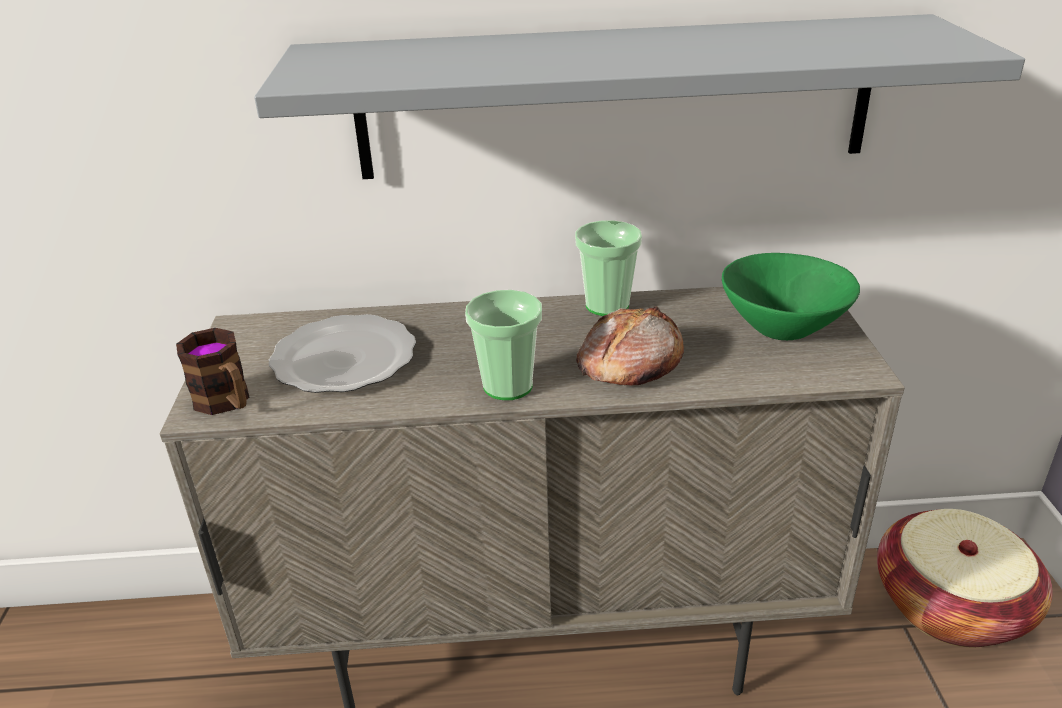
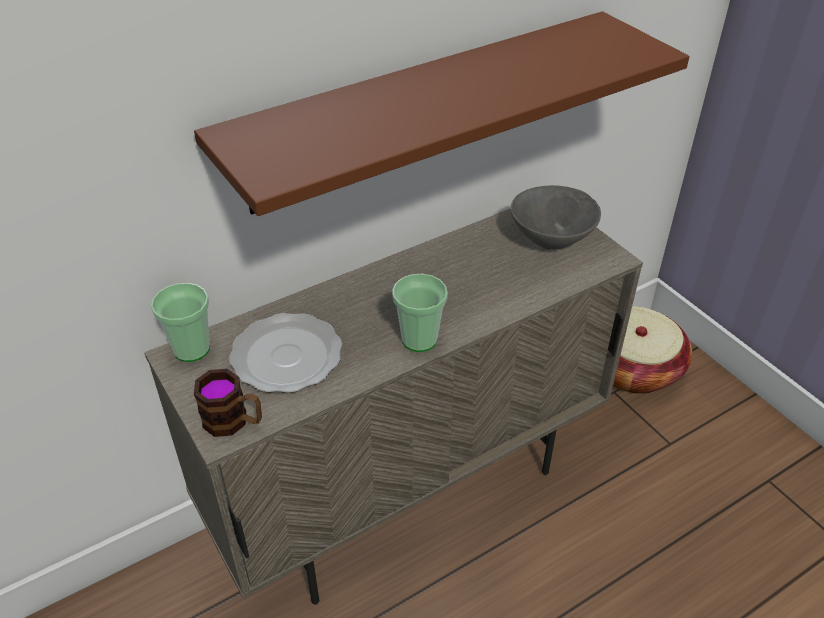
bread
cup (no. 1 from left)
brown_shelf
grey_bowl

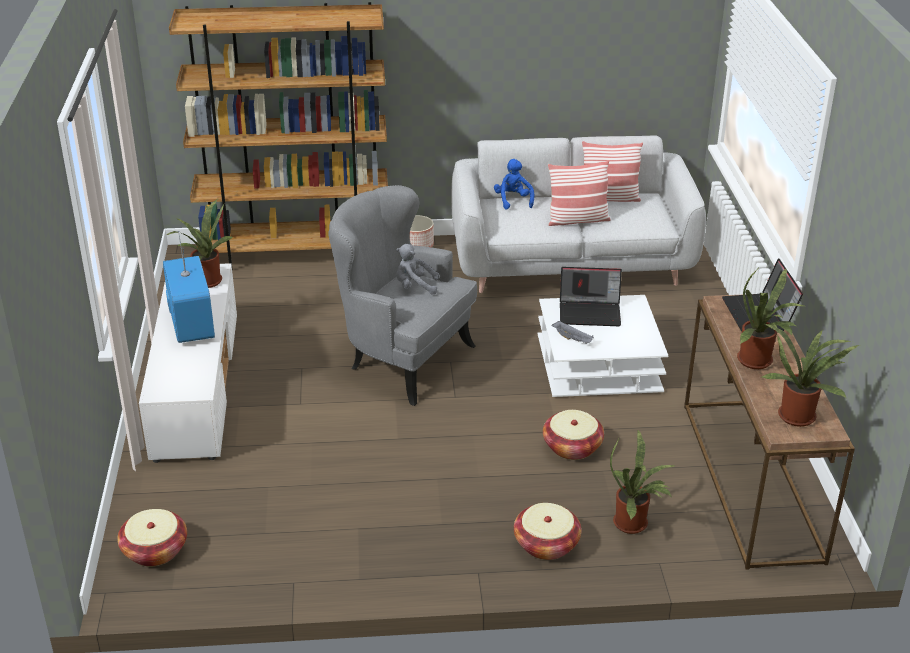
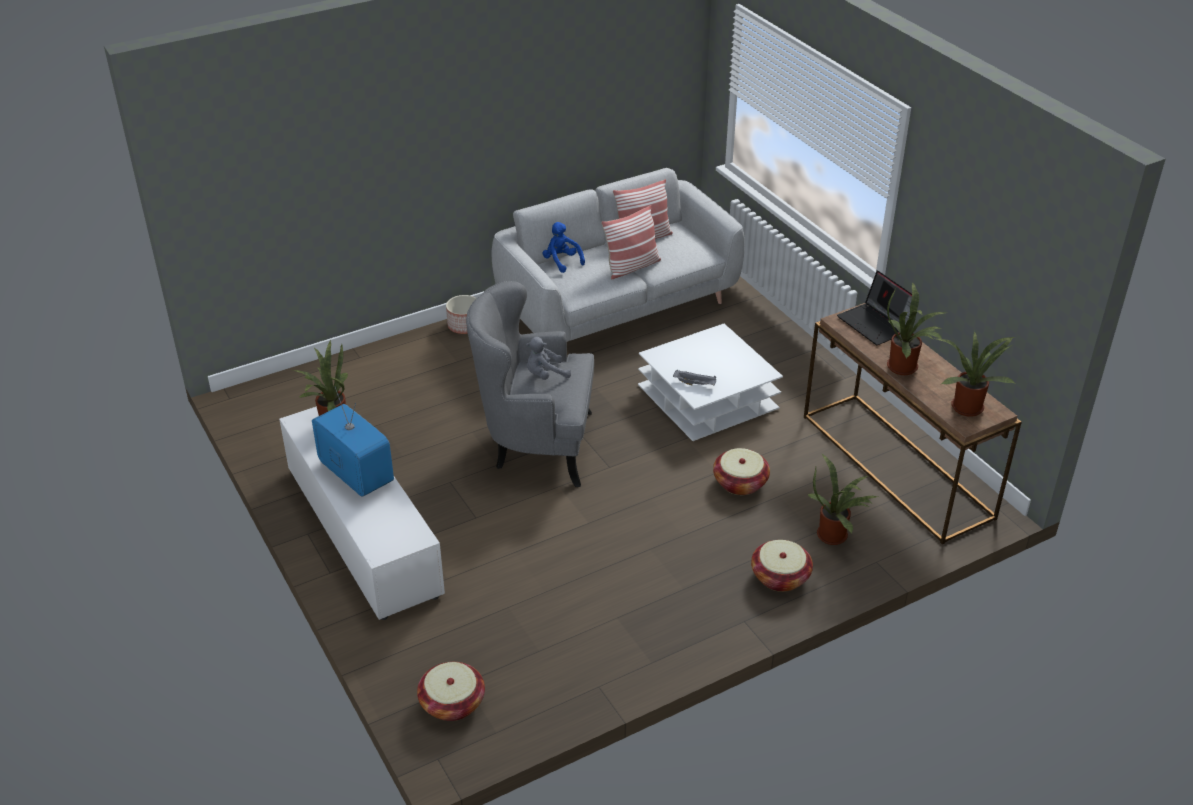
brown_bookcase
laptop (no. 1 from left in the first image)

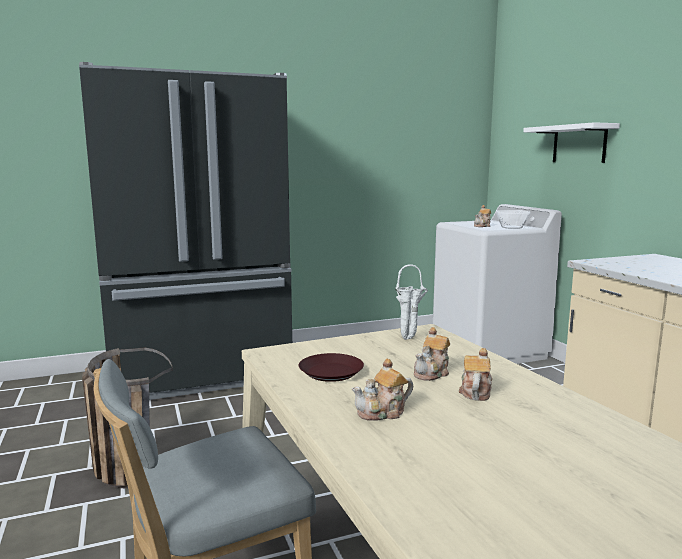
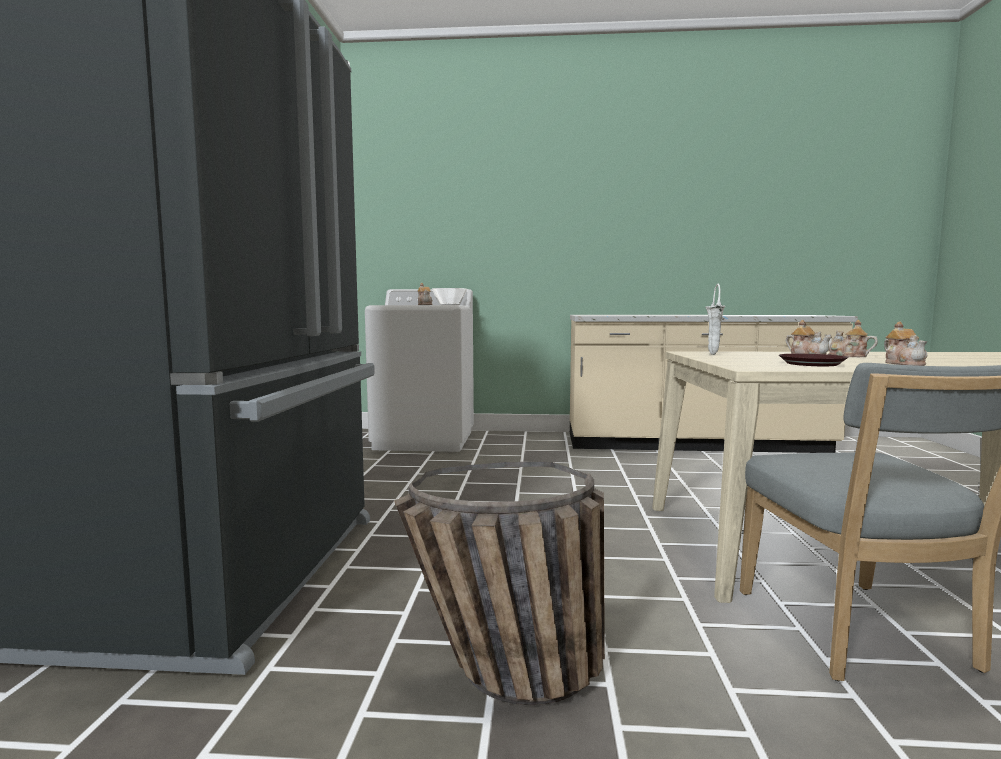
white_shelf

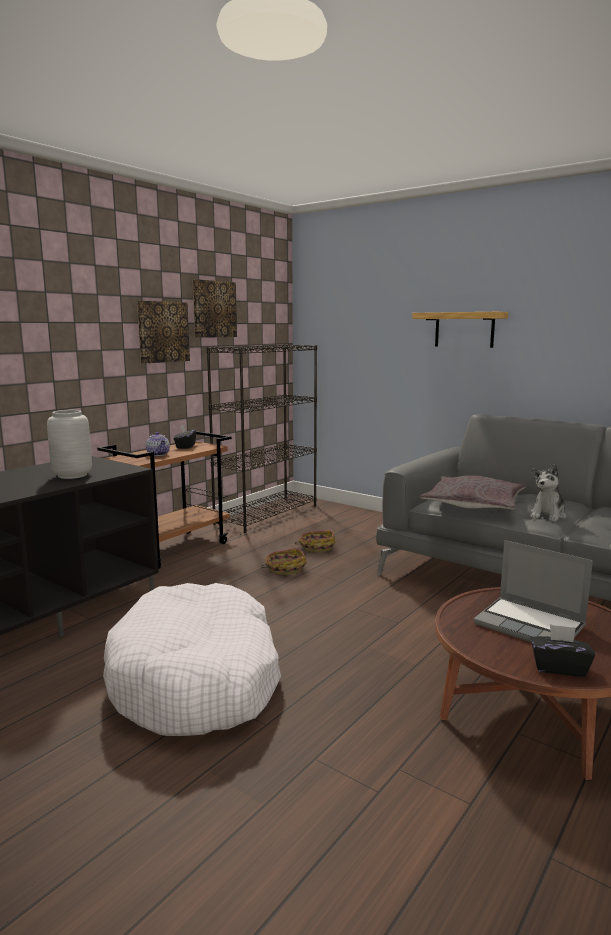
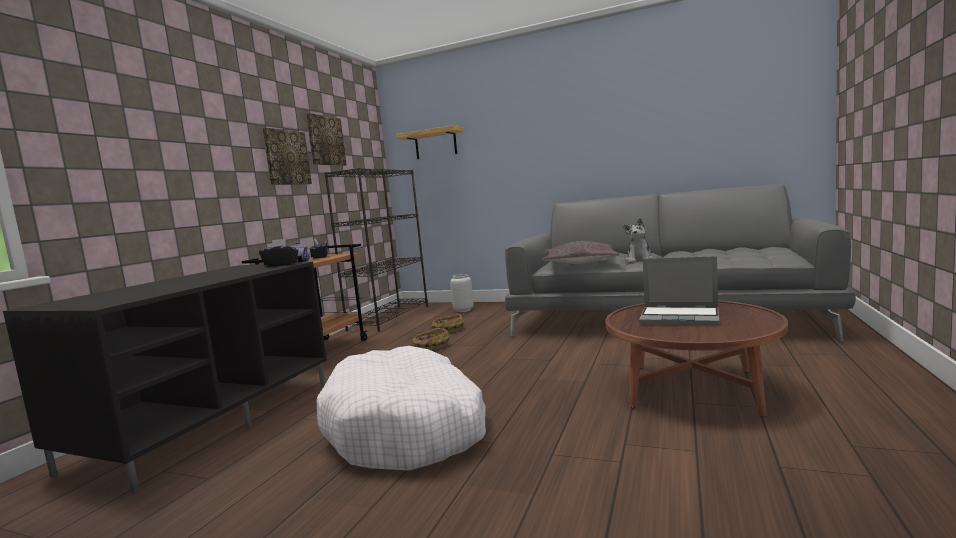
grey_vase
shelf
black_tissue_box (no. 1 from left)

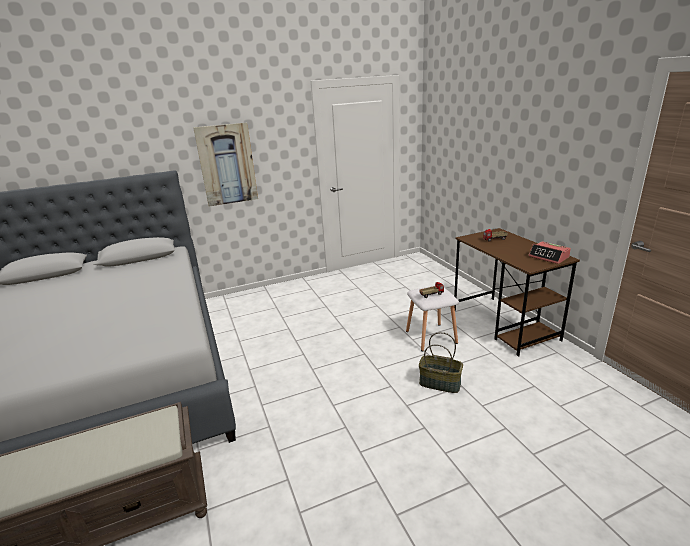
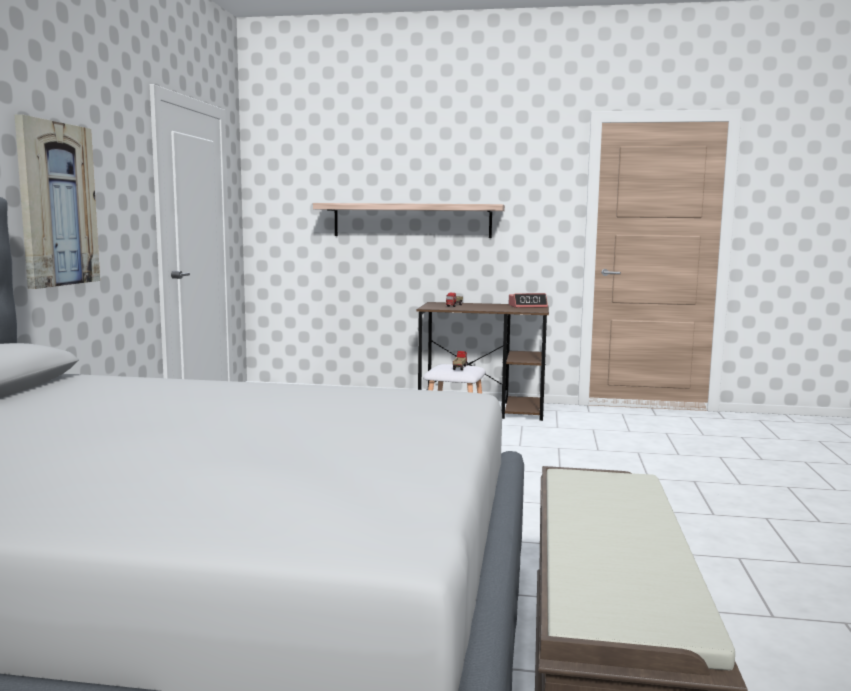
basket
shelf

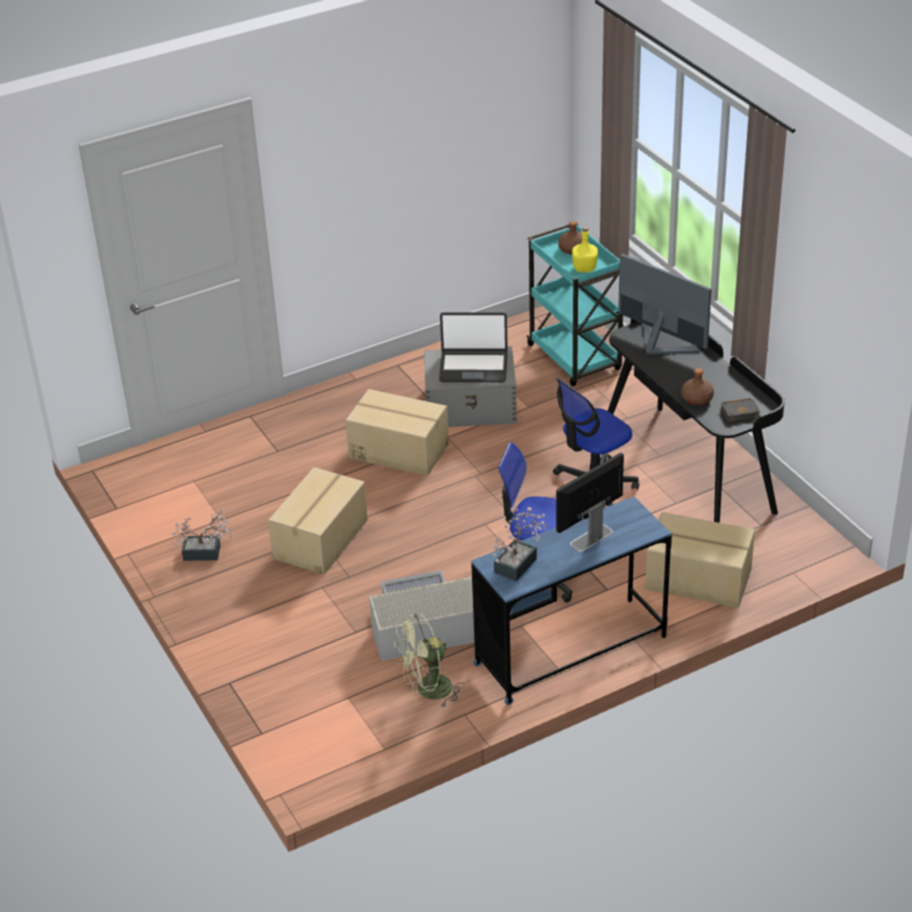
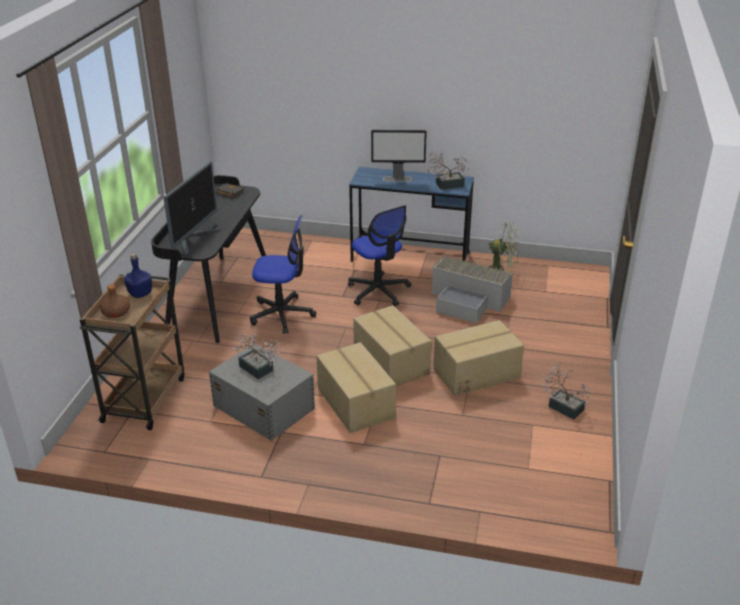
brown_bottle (no. 2 from left in the first image)
cardboard_box (no. 2 from left)
potted_plant (no. 1 from left)
brown_cart
blue_bottle
monitor (no. 1 from left)

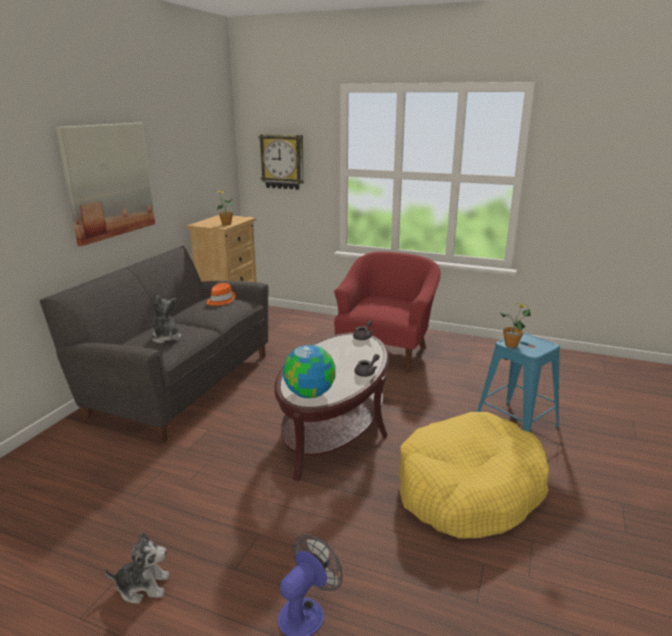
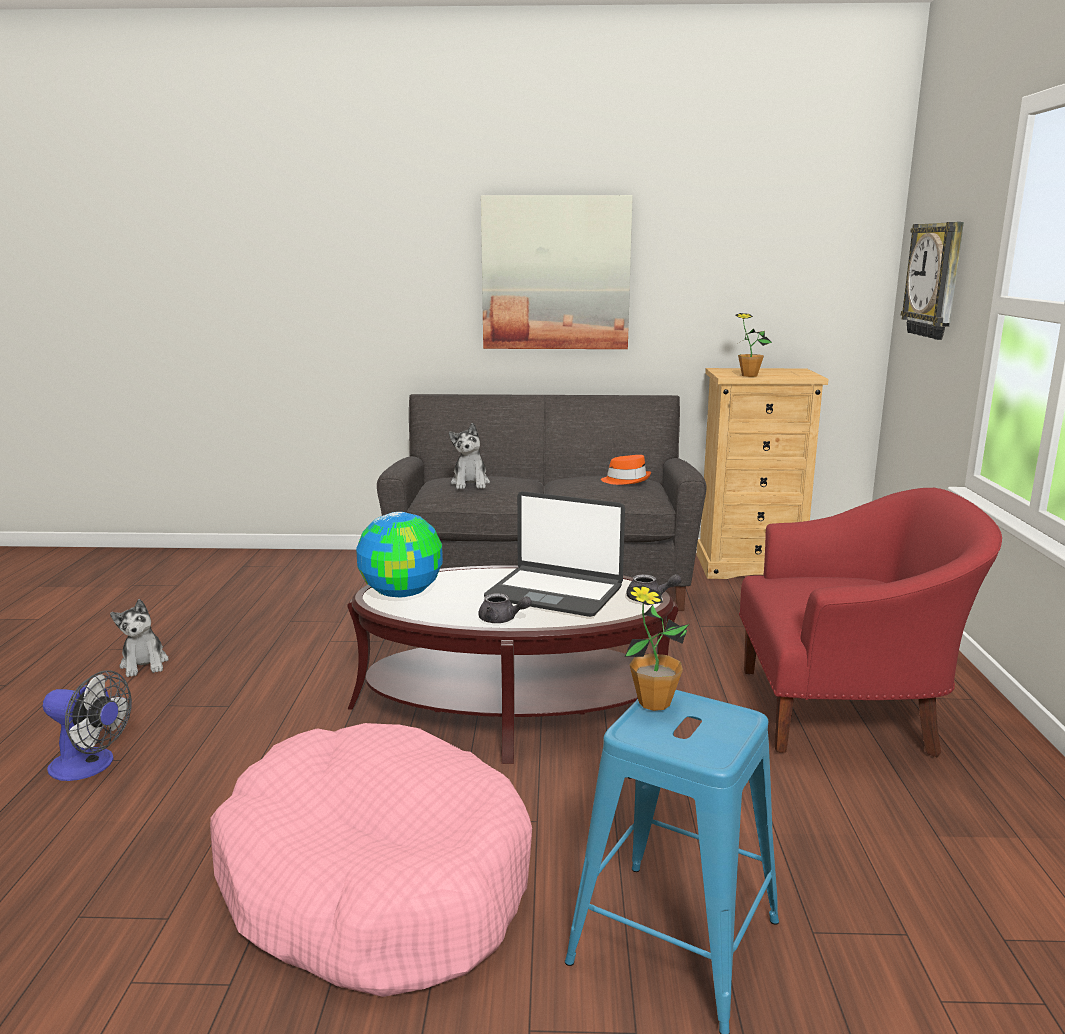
laptop
pink_dog_bed
plush_toy (no. 2 from left)

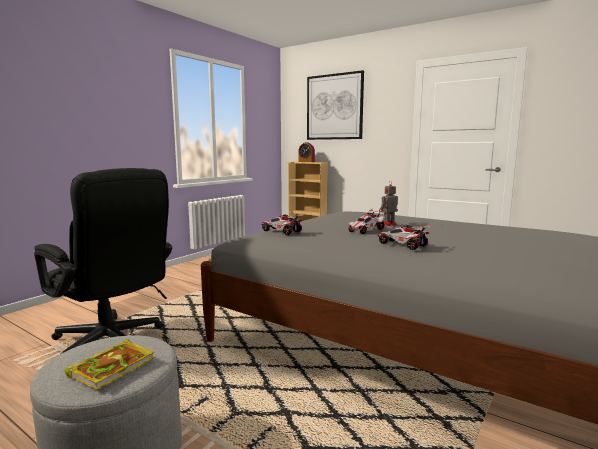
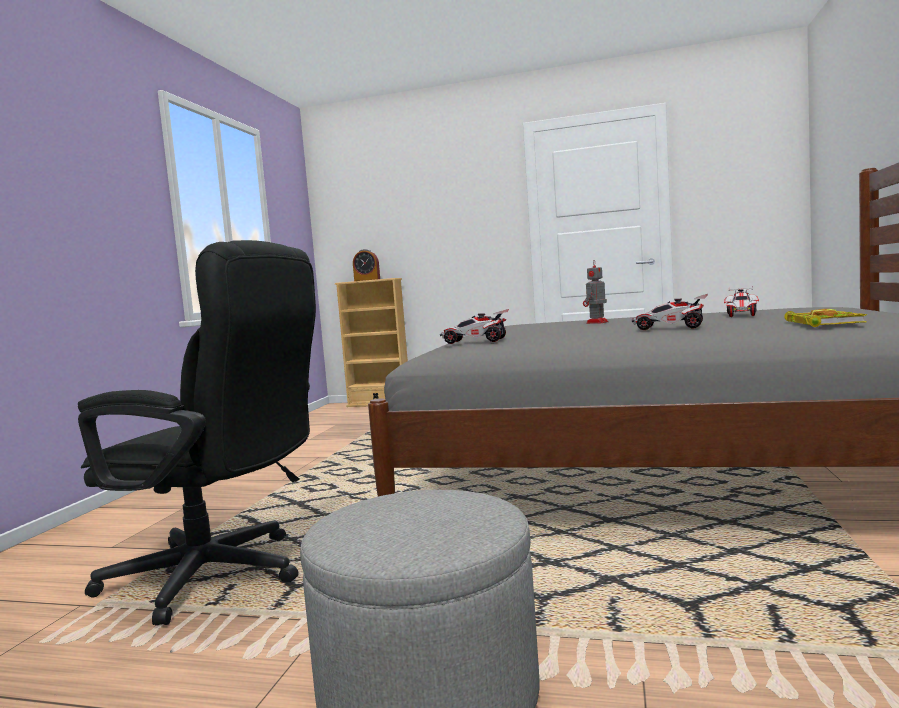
picture
book
toy_car (no. 3 from left)

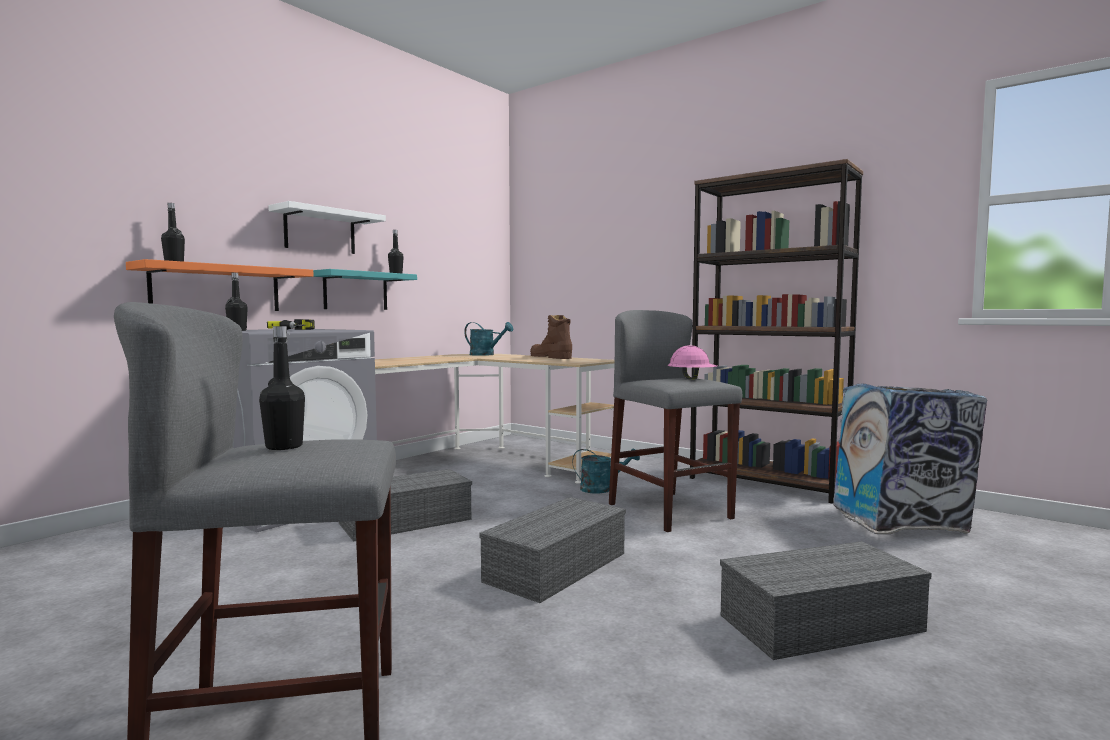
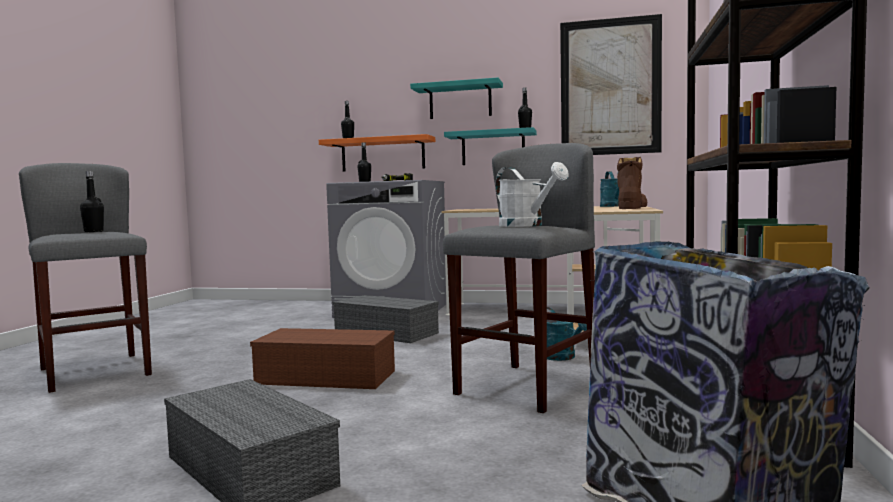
picture
white_watering_can
turquoise_shelf (no. 1 from left)
brown_storage_box

